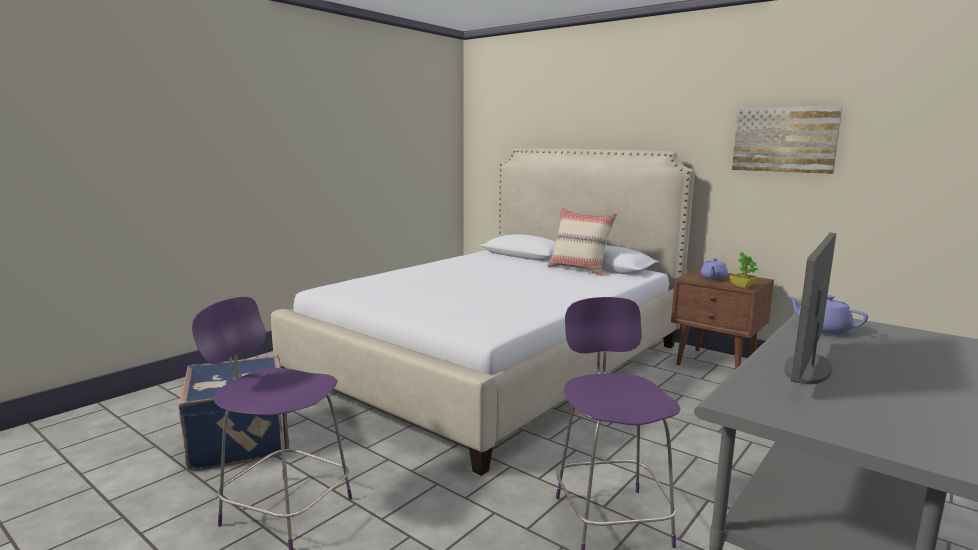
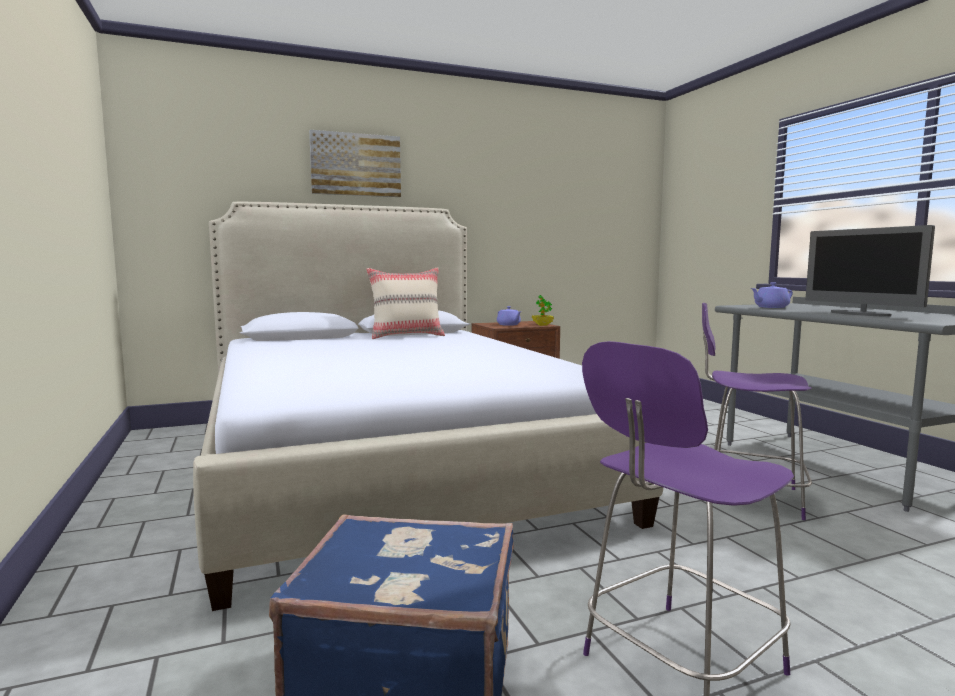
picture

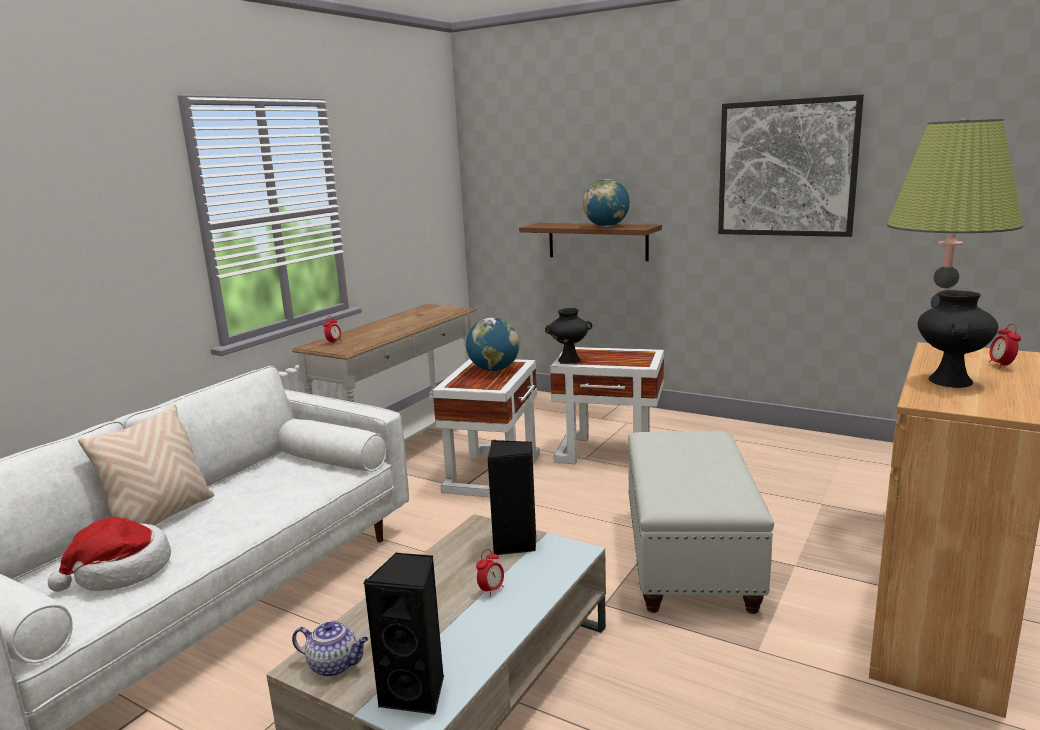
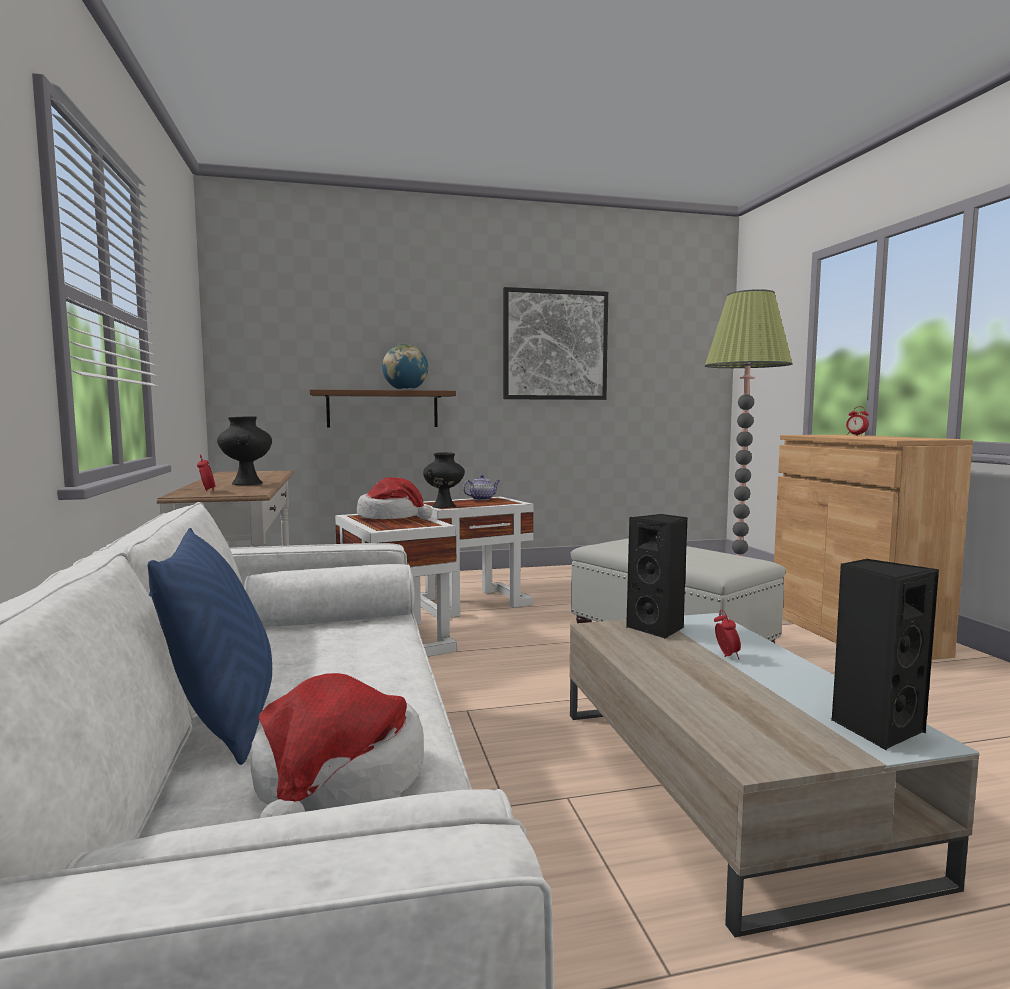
teapot
black_vase (no. 1 from left)
hat (no. 2 from left)
blue_pillow

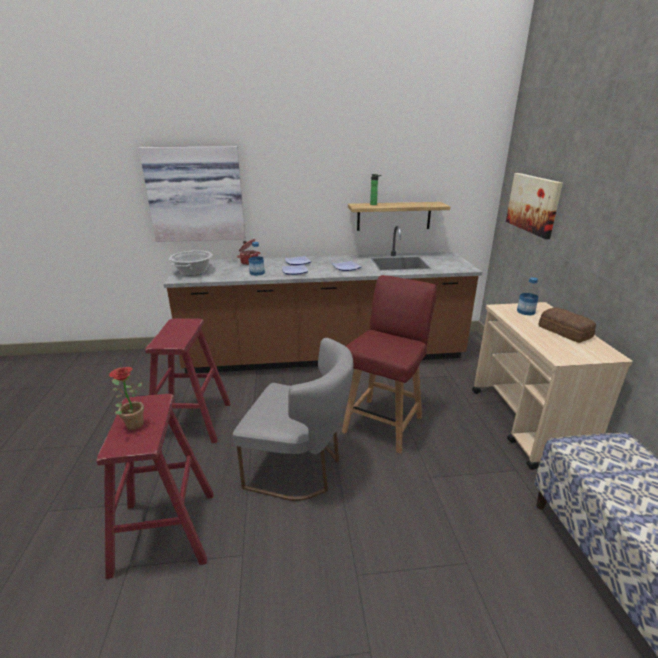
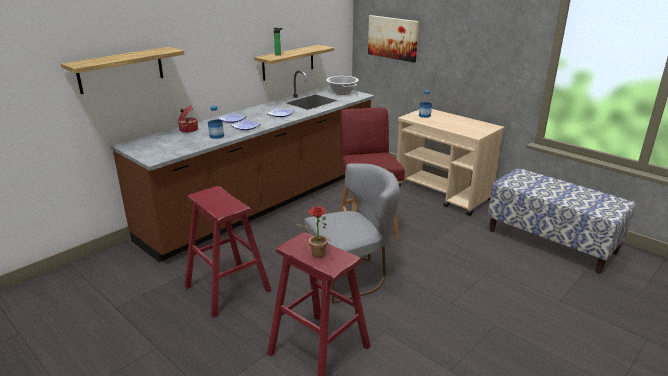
bread
cooking_pot (no. 2 from left)
shelf (no. 1 from left)

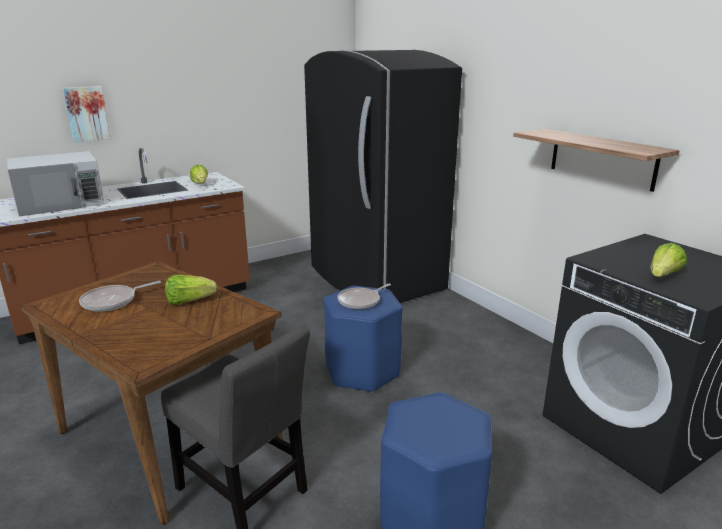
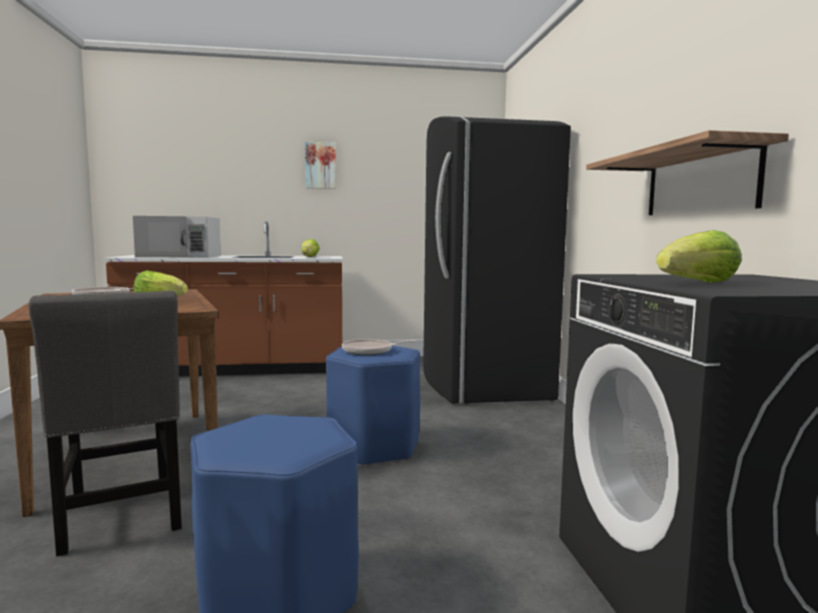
picture

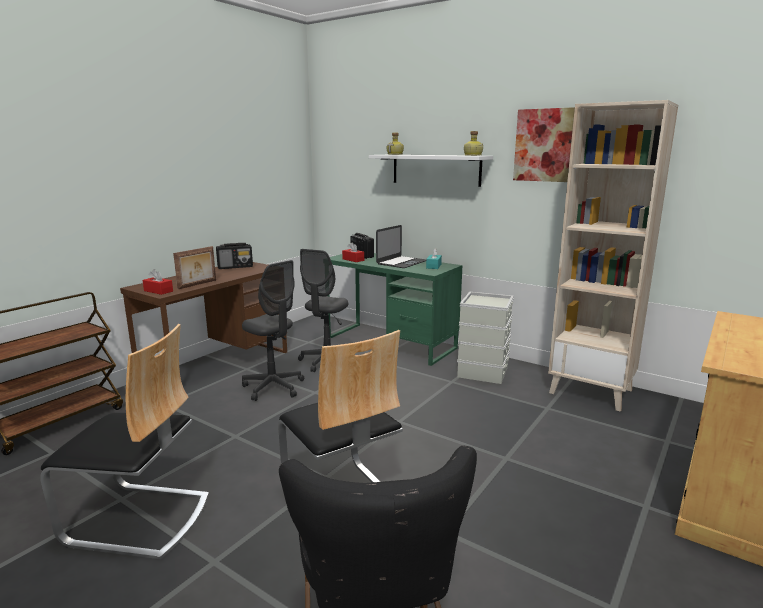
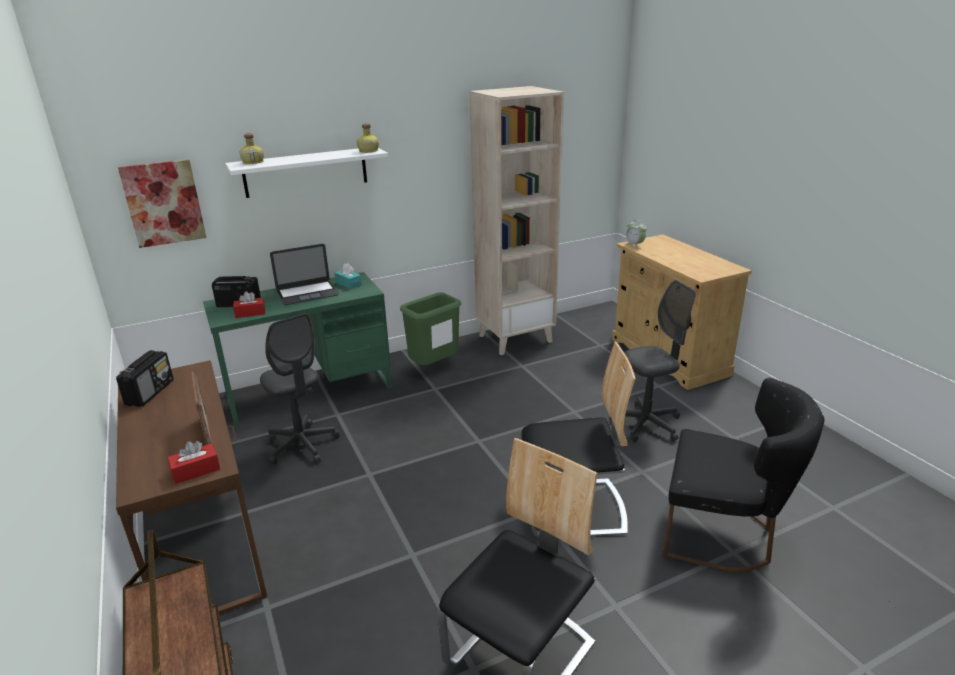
alarm_clock
grey_office_chair (no. 2 from left)
picture
green_trash_can
laptop

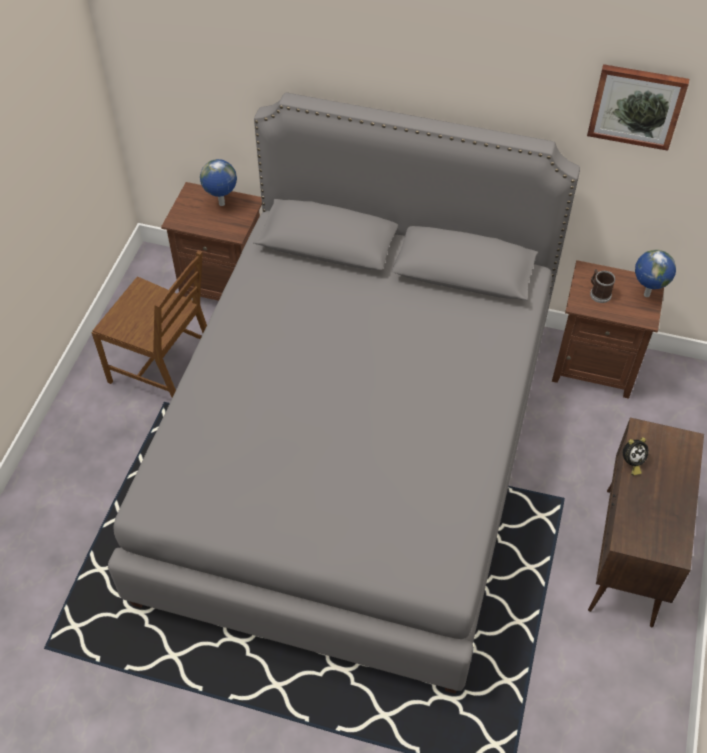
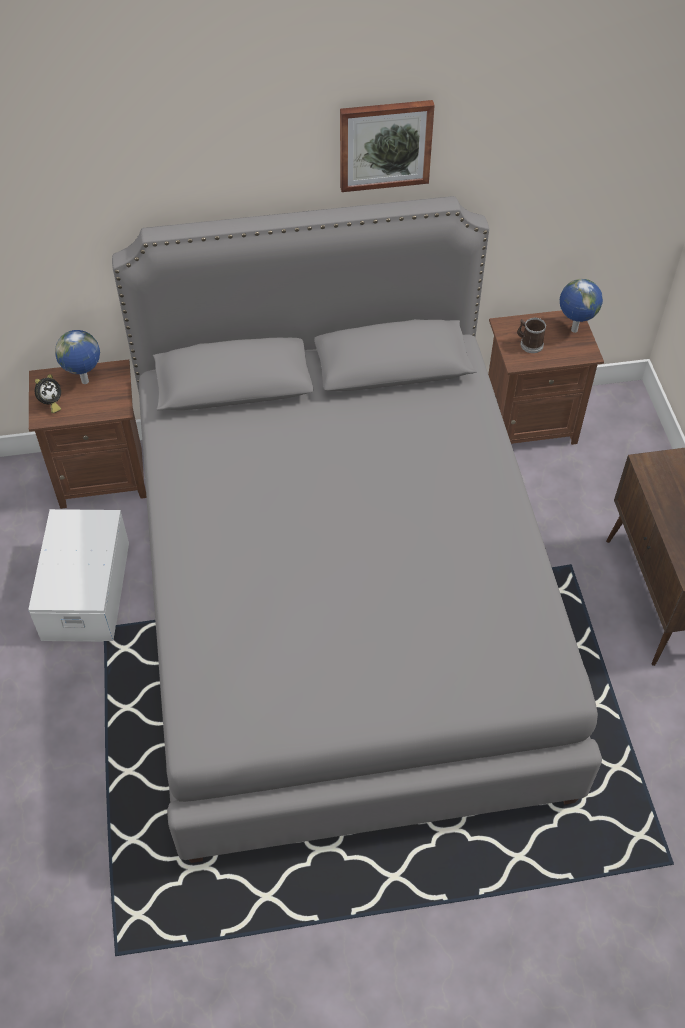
picture
alarm_clock
white_storage_box

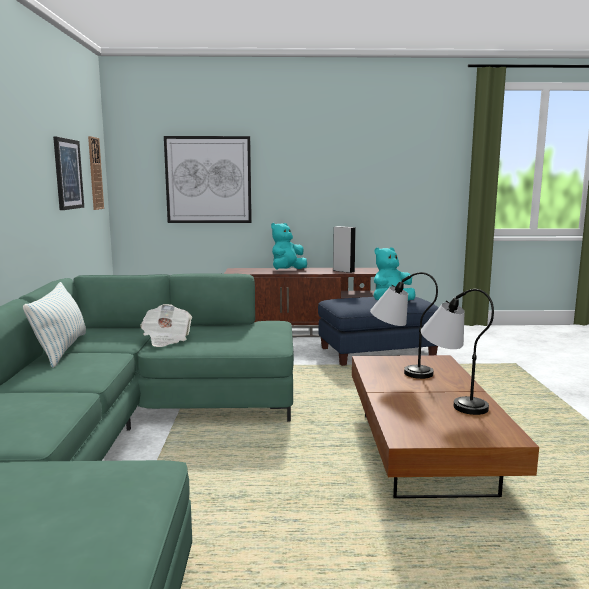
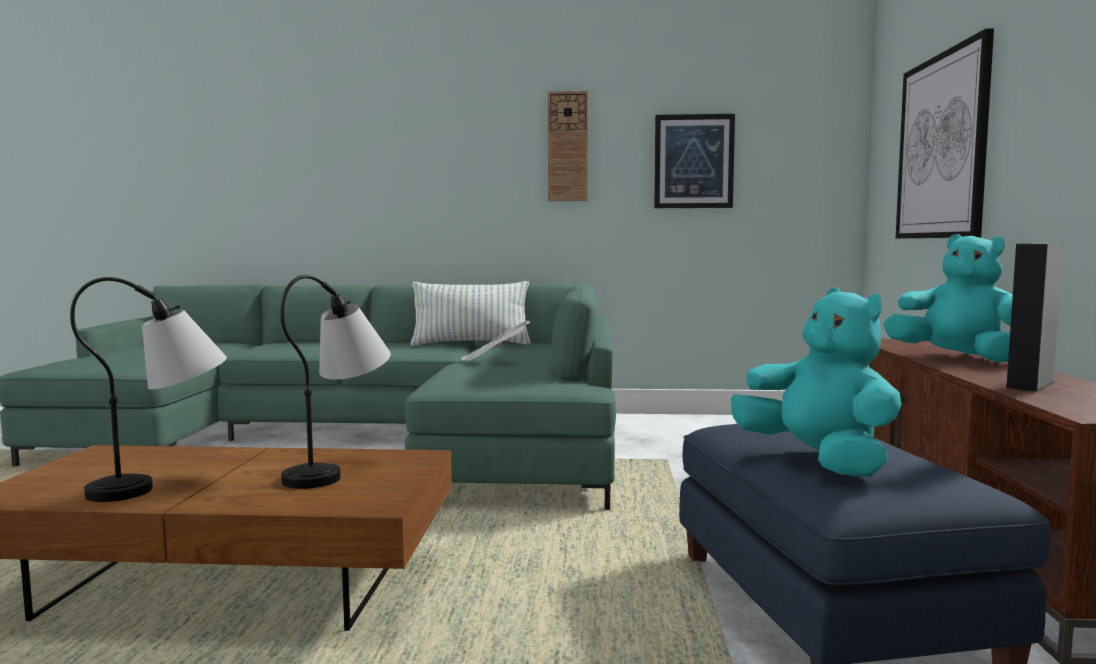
wall_clock

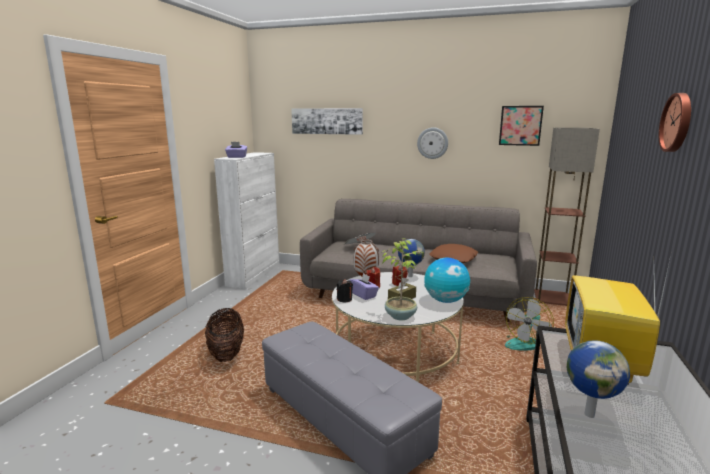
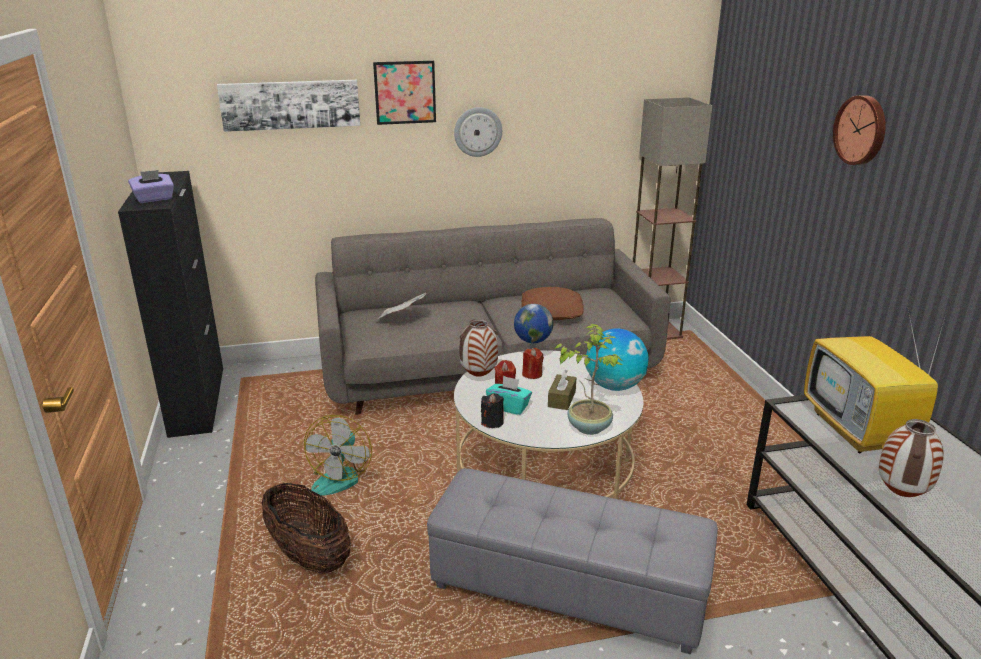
picture (no. 2 from left)
fan
vase (no. 2 from left)
black_cabinet
turquoise_tissue_box

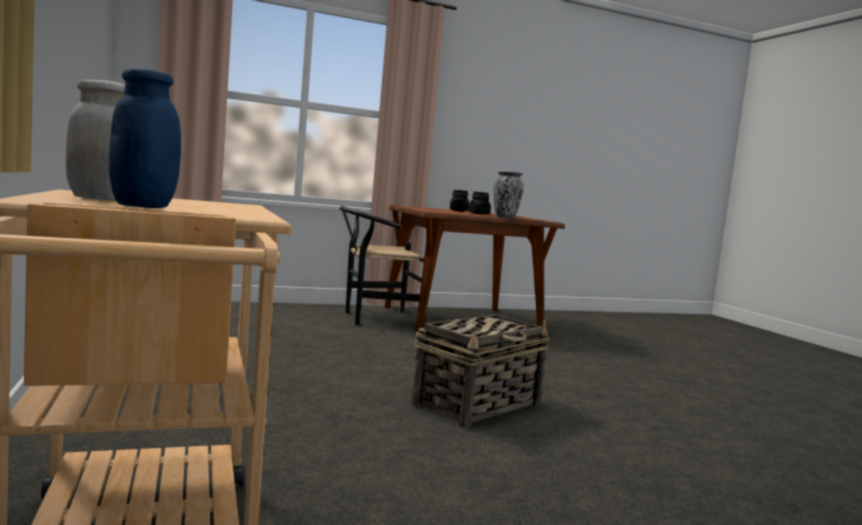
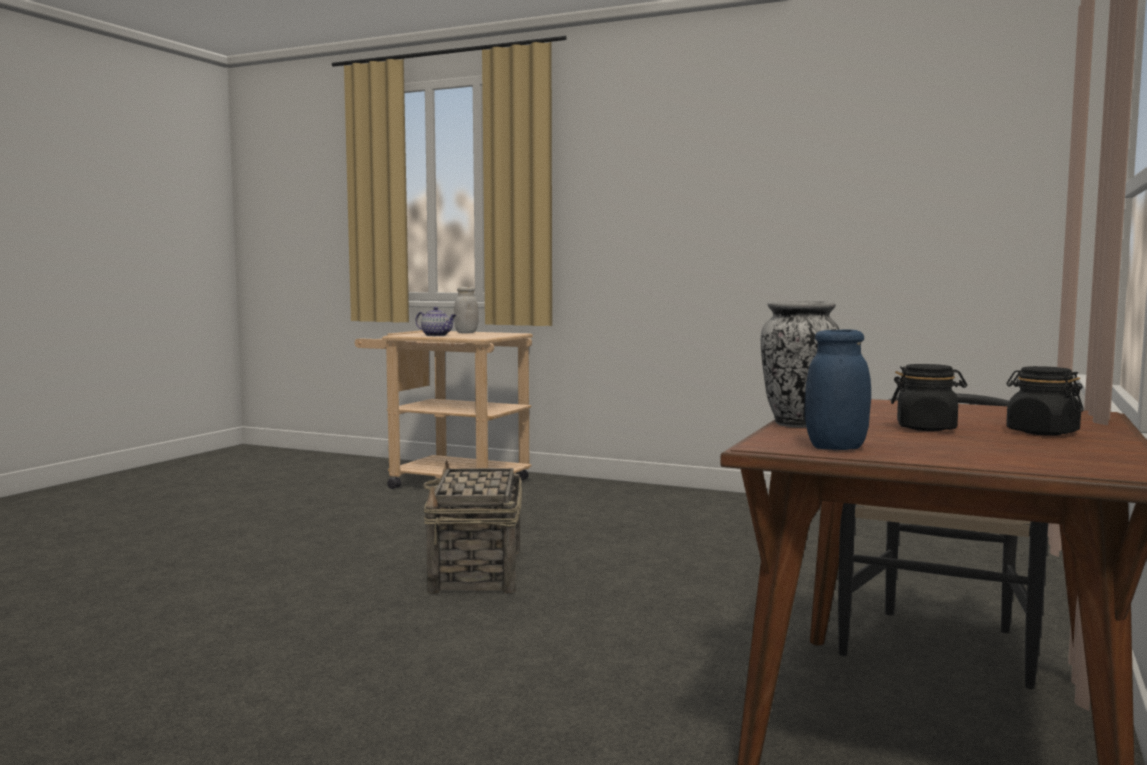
teapot
blue_jar

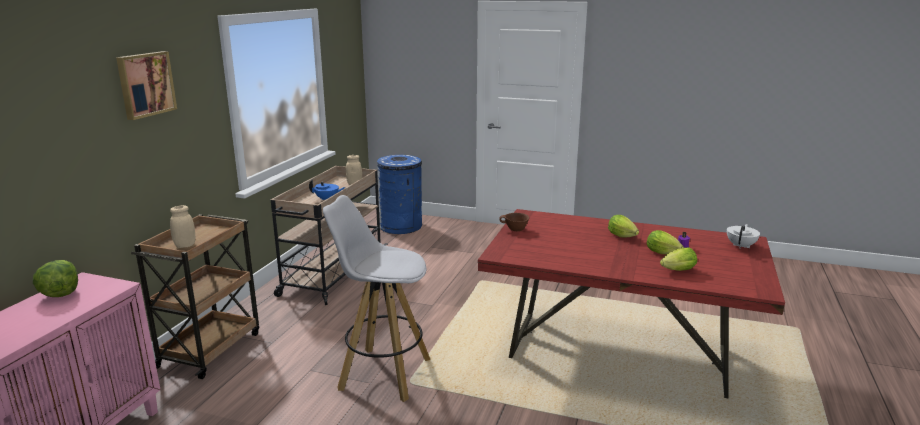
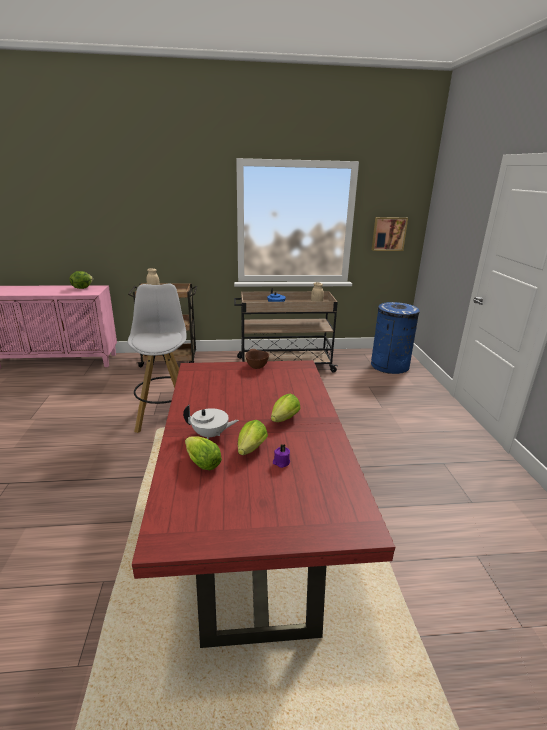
picture
white_teapot

